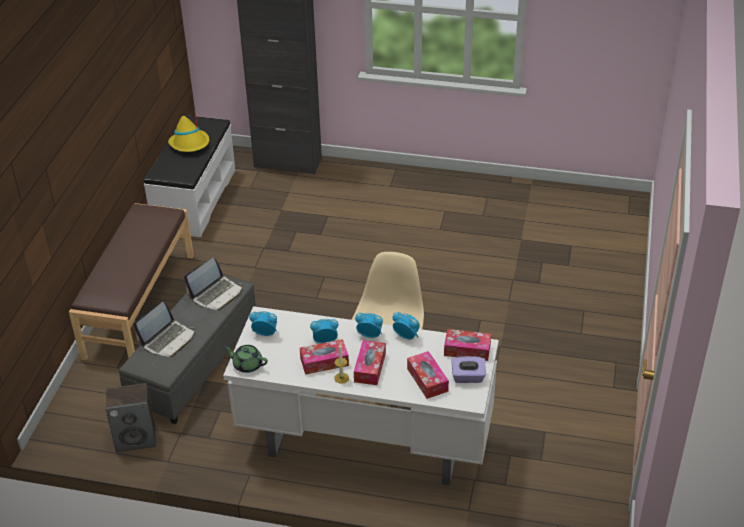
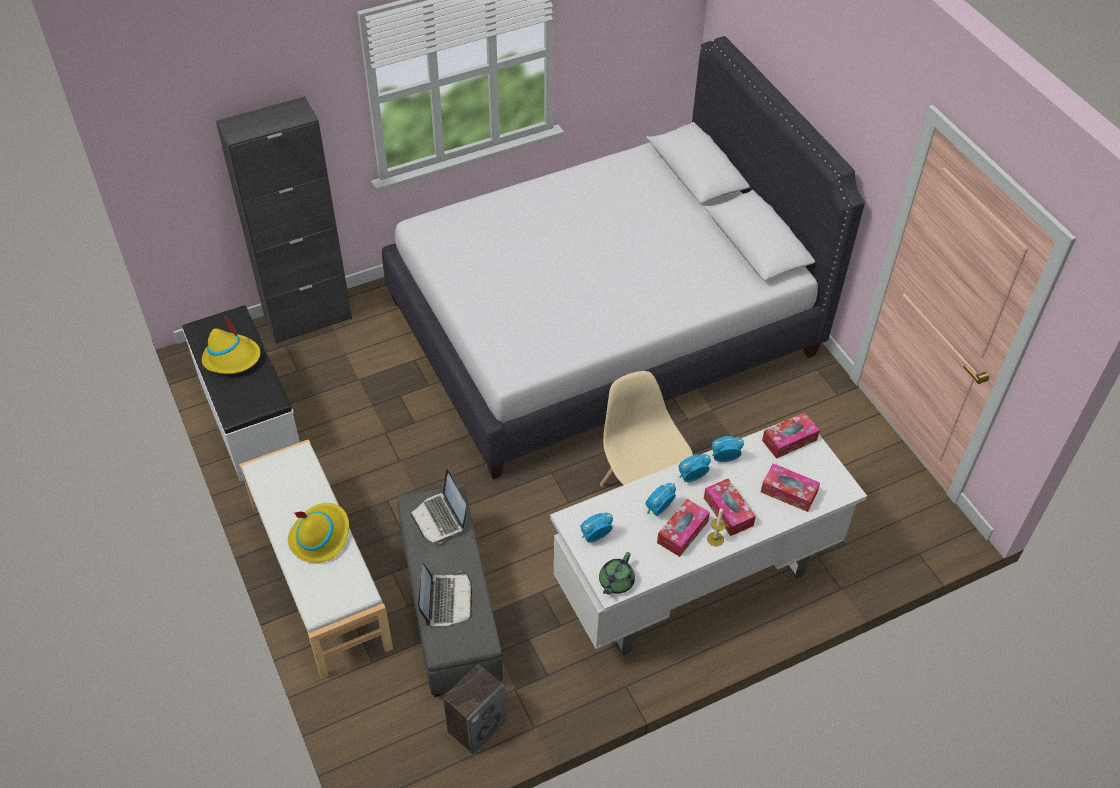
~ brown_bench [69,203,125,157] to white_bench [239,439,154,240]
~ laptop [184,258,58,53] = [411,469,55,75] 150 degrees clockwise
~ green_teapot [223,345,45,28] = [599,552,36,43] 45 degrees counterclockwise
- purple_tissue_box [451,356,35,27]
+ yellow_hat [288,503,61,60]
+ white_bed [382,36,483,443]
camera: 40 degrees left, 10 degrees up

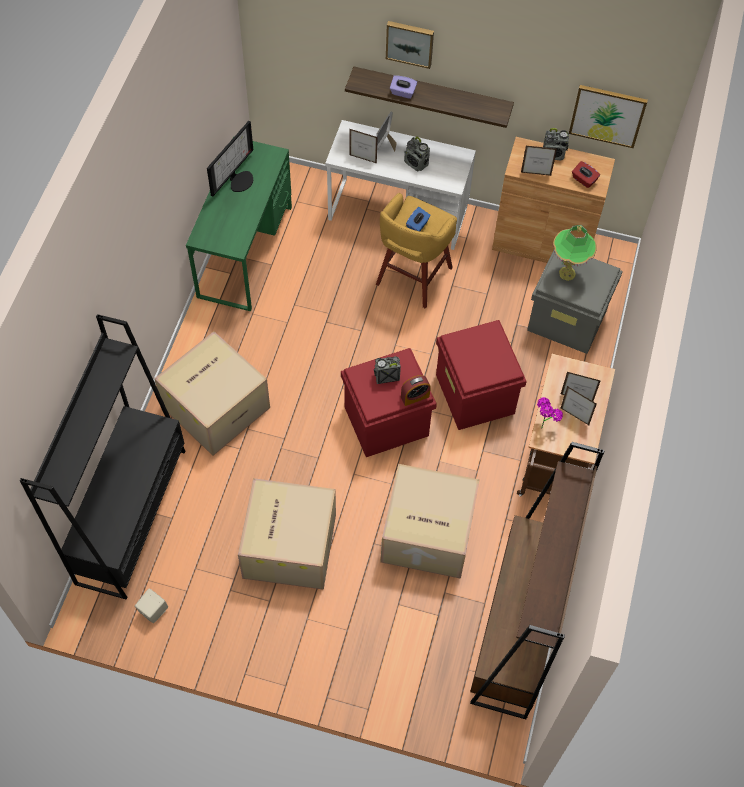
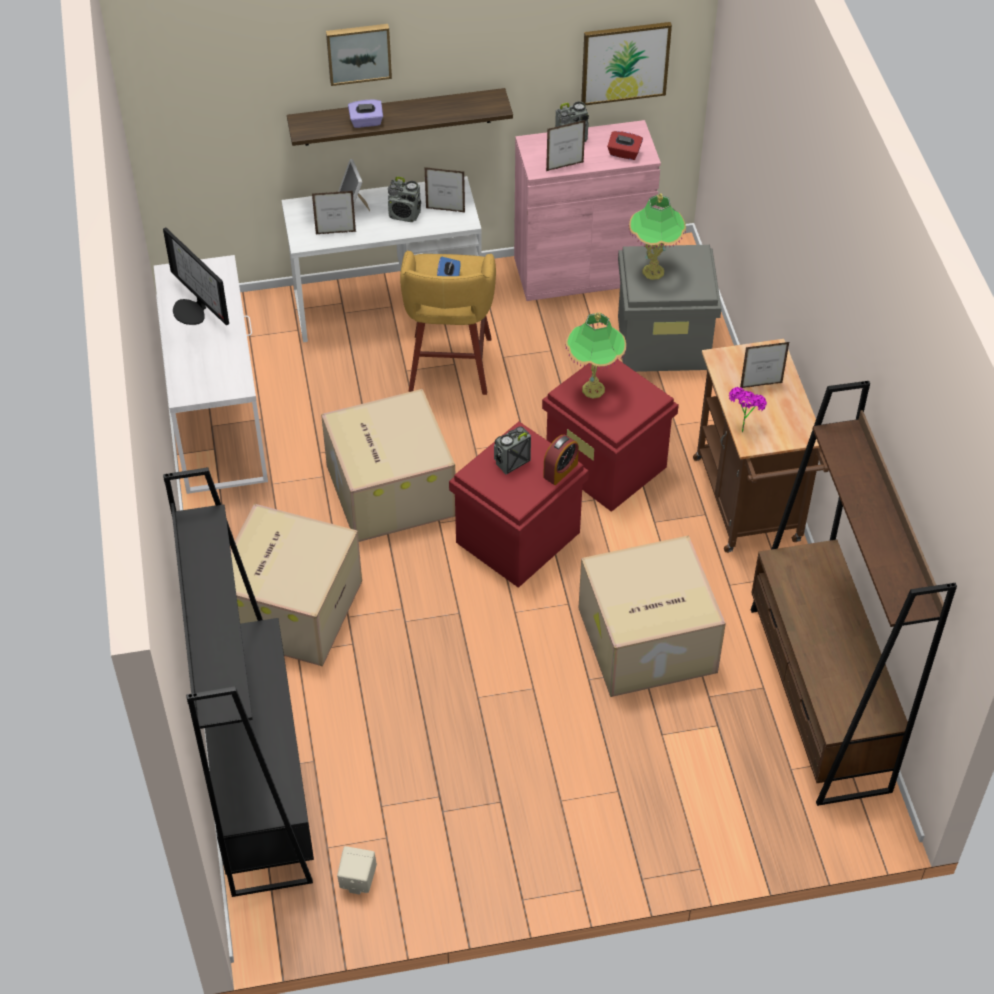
~ green_desk [186,136,106,175] to white_desk [154,255,114,239]
~ monitor [207,121,46,75] = [163,227,66,99] 135 degrees clockwise
~ cardboard_box [238,478,98,112] to [321,389,134,153]
~ brown_cabinet [492,137,123,126] to pink_cabinet [514,120,147,181]
~ picture_frame [561,386,36,39] to [425,167,40,46]
+ table_lamp [565,312,61,86]
camera: 25 degrees left, 10 degrees down

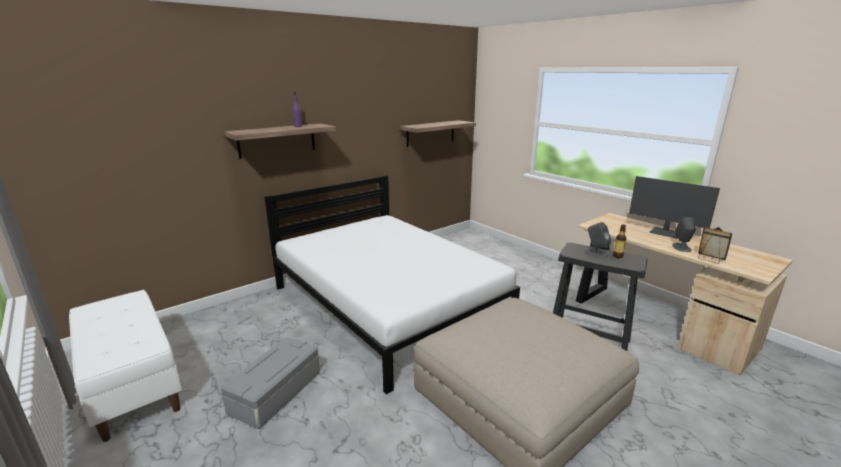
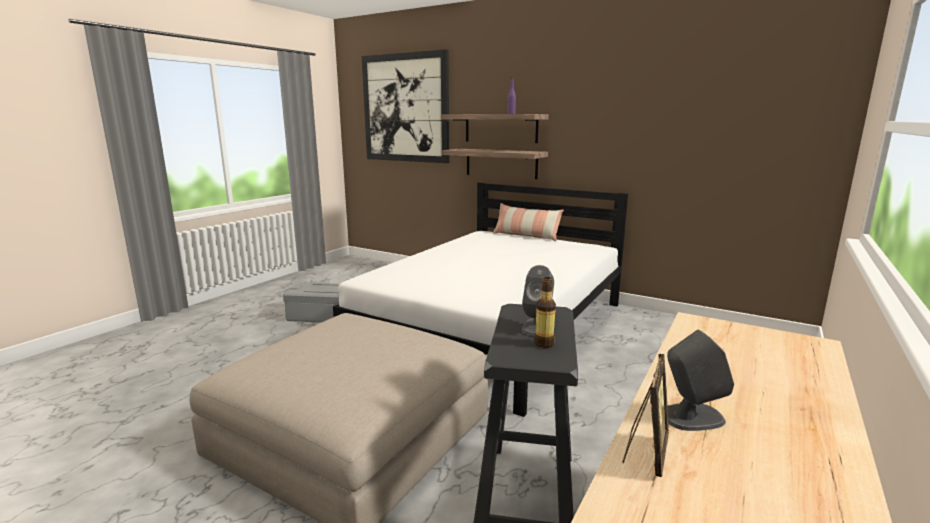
- white_bench [69,290,113,152]
~ shelf [400,120,76,27] to [442,149,106,30]
- monitor [629,176,91,63]
+ picture [362,49,87,114]
+ pillow [493,203,71,38]
camera: 70 degrees right, 5 degrees down

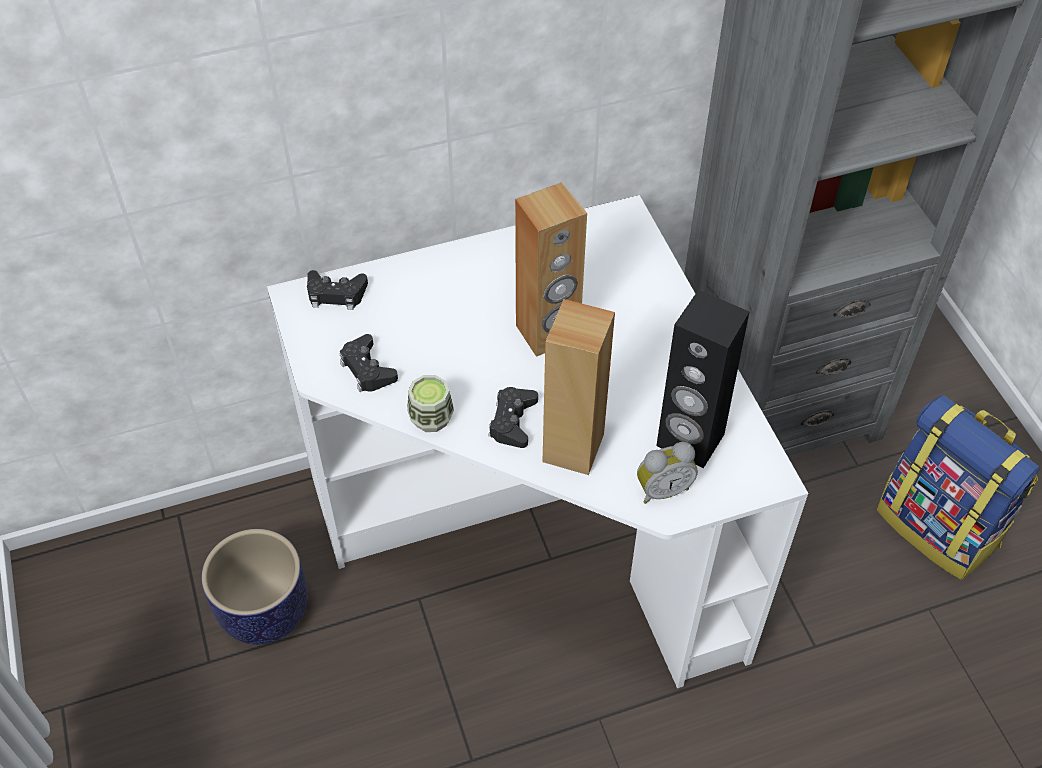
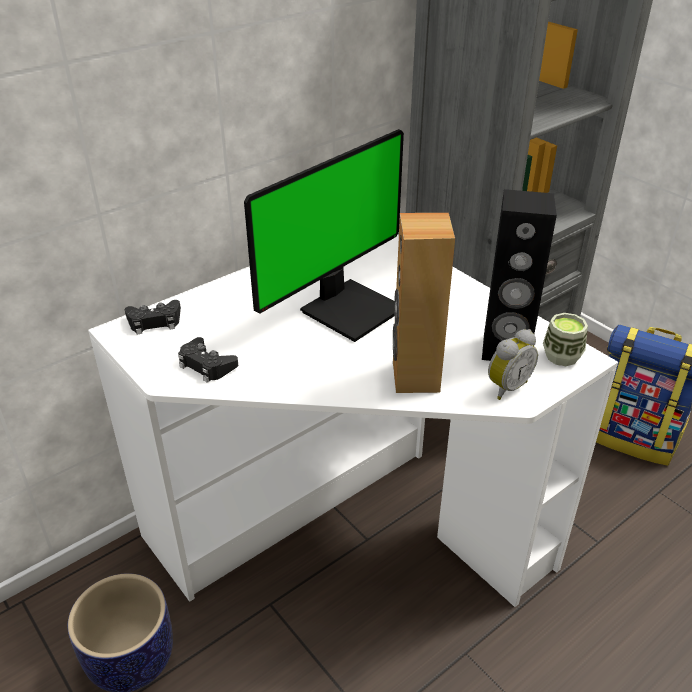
~ cup [407,375,47,57] to [543,313,45,53]
- black_game_controller [488,387,50,61]
~ brown_speaker [515,182,72,175] to monitor [244,129,160,213]
camera: 20 degrees left, 15 degrees down

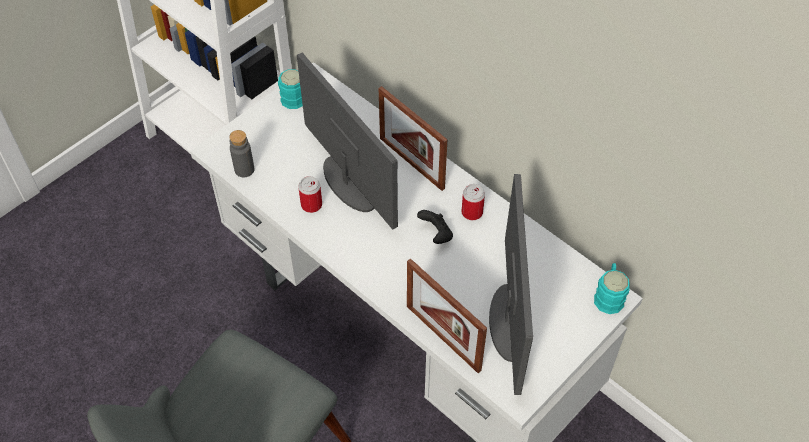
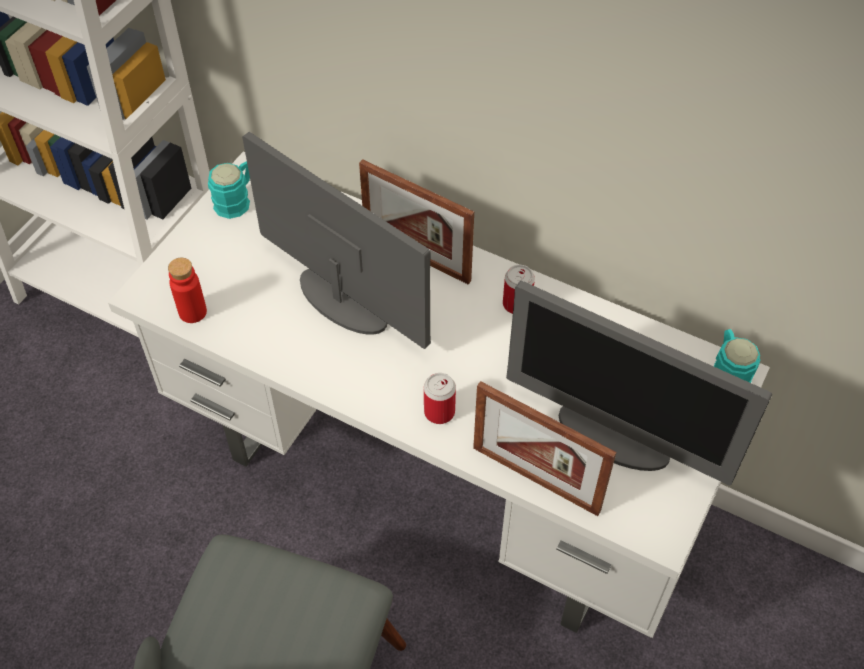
~ grey_bottle [229,130,25,47] to red_bottle [168,258,39,65]
~ can [298,176,24,37] to [424,373,32,51]
- black_game_controller [417,210,36,34]
~ monitor [489,174,44,221] = [506,281,266,204] 135 degrees clockwise
camera: 15 degrees left, 0 degrees up

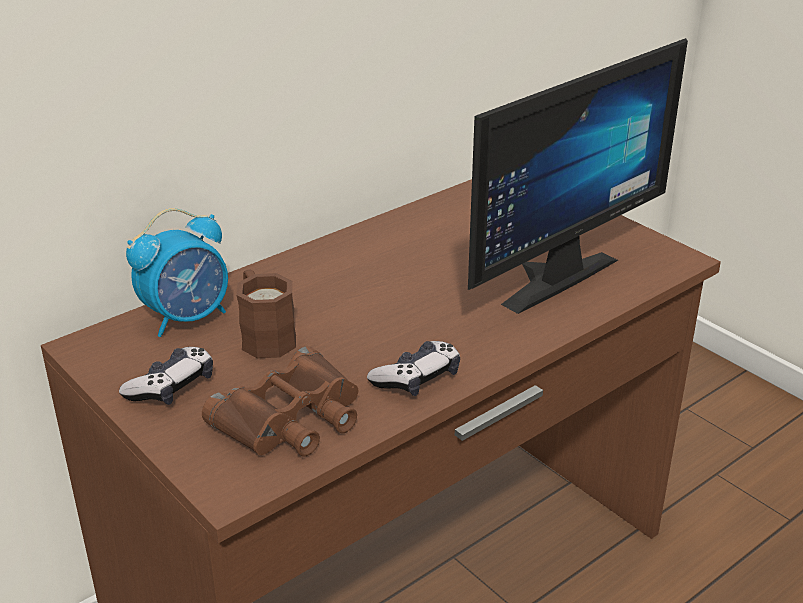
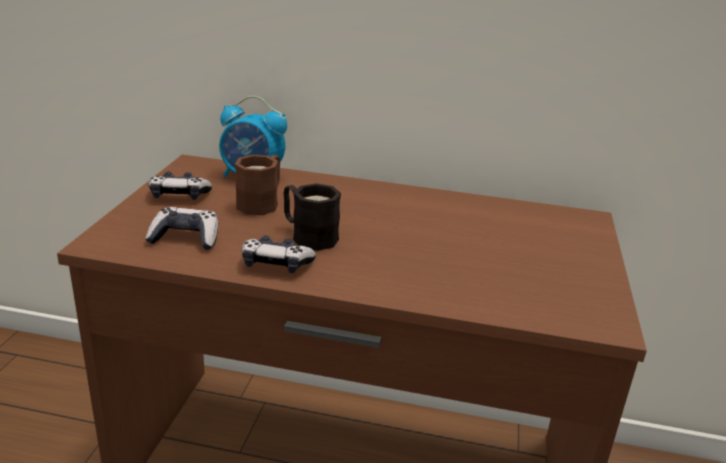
~ brown_binoculars [202,346,156,111] to game_controller [145,207,73,43]
- monitor [468,38,220,276]
+ black_mug [284,183,57,68]
camera: 50 degrees right, 5 degrees down

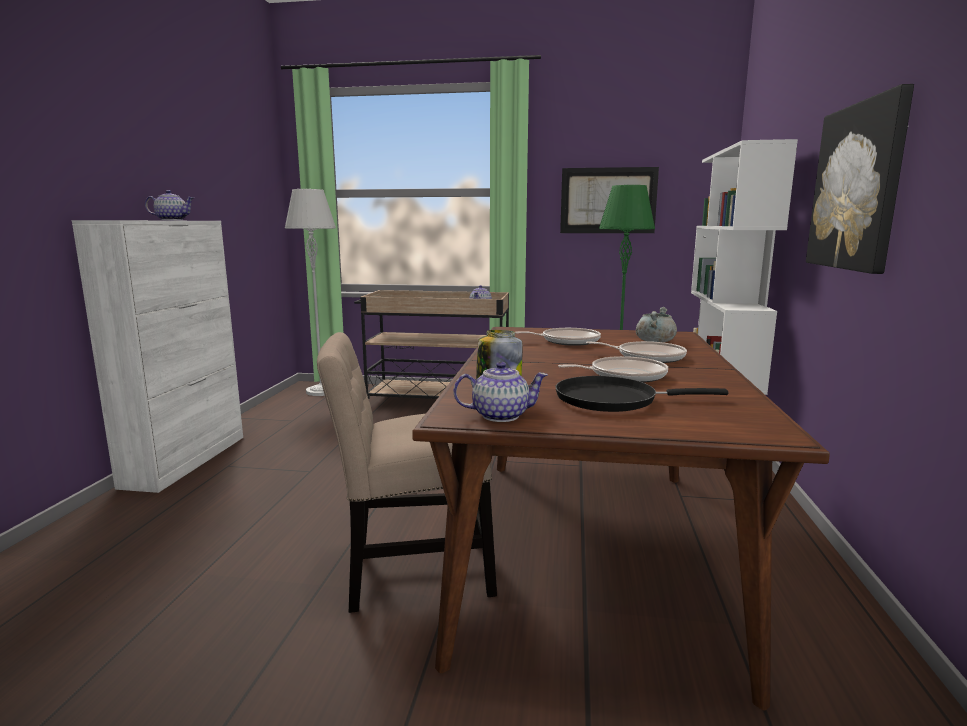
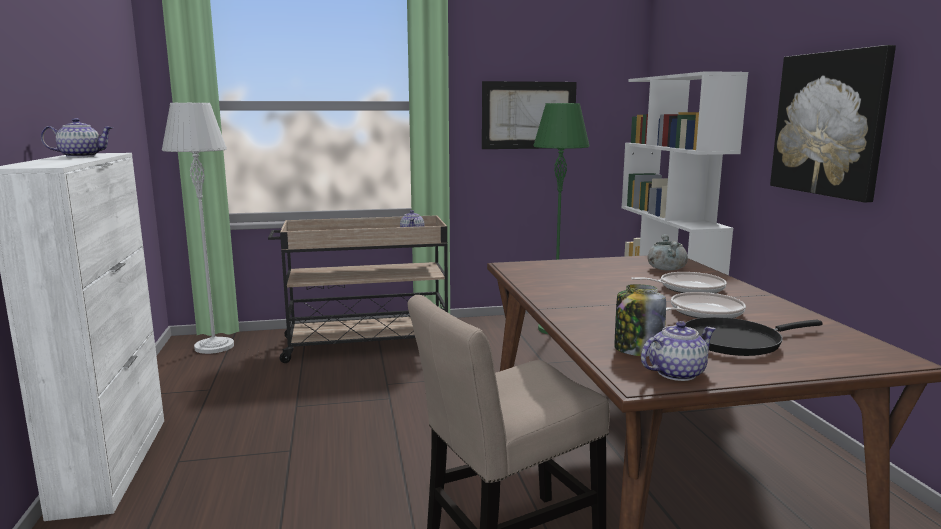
- frying_pan [515,328,86,18]
camera: 20 degrees left, 0 degrees up

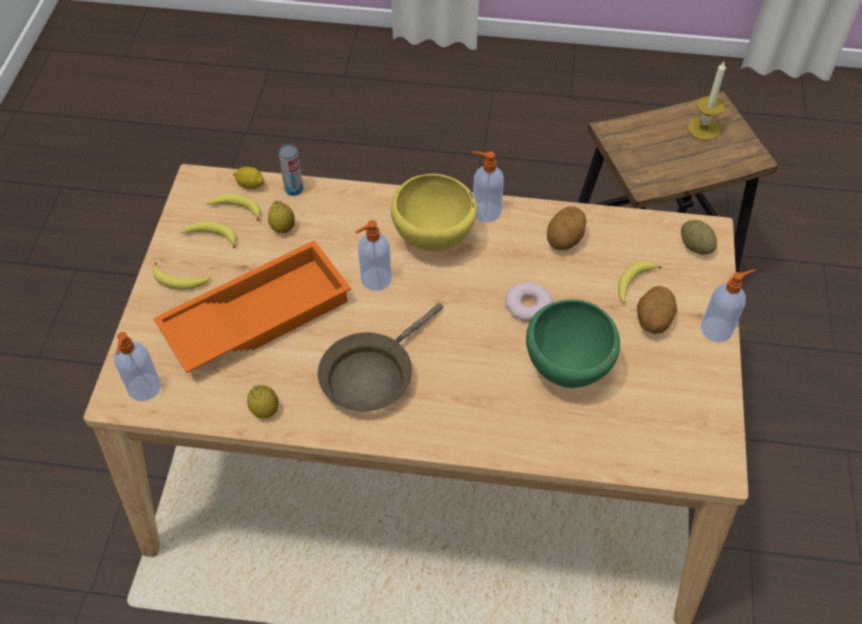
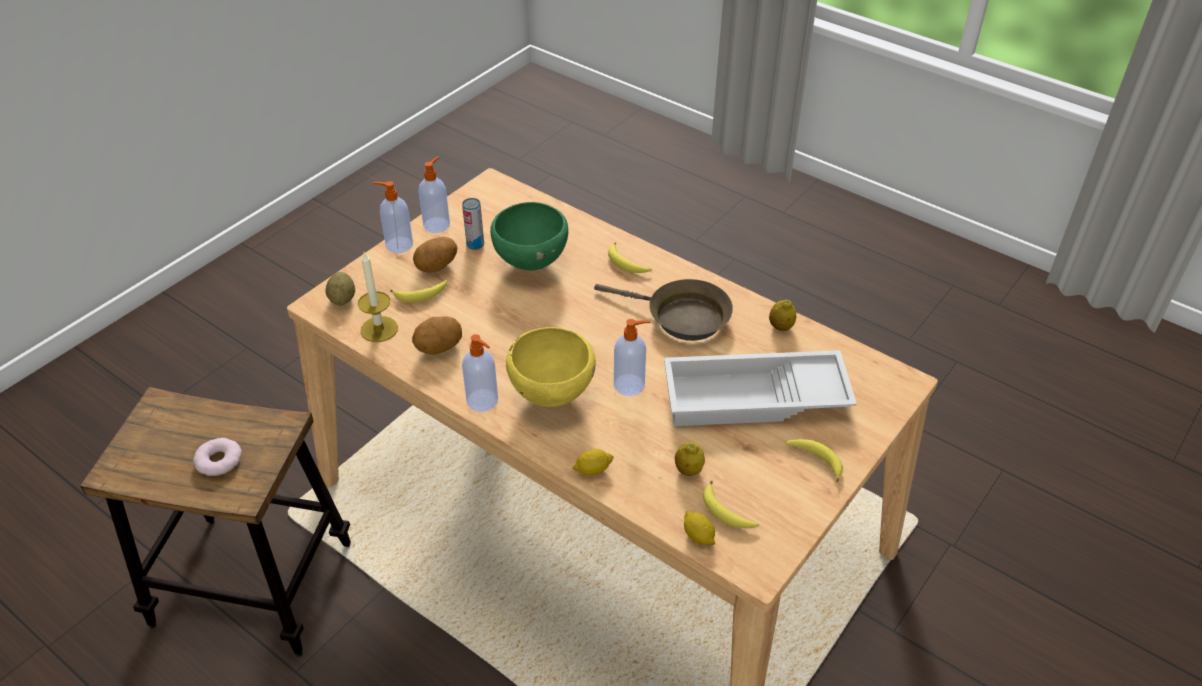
~ soap_dispenser [114,332,47,69] to [418,156,32,77]
~ orange_tray [153,240,198,133] to white_tray [664,350,193,76]
~ banana [181,221,56,27] to [608,242,44,31]
~ can [278,144,25,52] to [462,198,22,52]
~ brown_frying_pan [318,303,125,109] = [594,279,139,62] 45 degrees clockwise
~ donut [505,282,48,39] to [193,438,49,38]
~ candle [688,62,38,78] to [358,252,40,90]
+ lemon [573,449,41,27]
camera: 150 degrees left, 10 degrees down

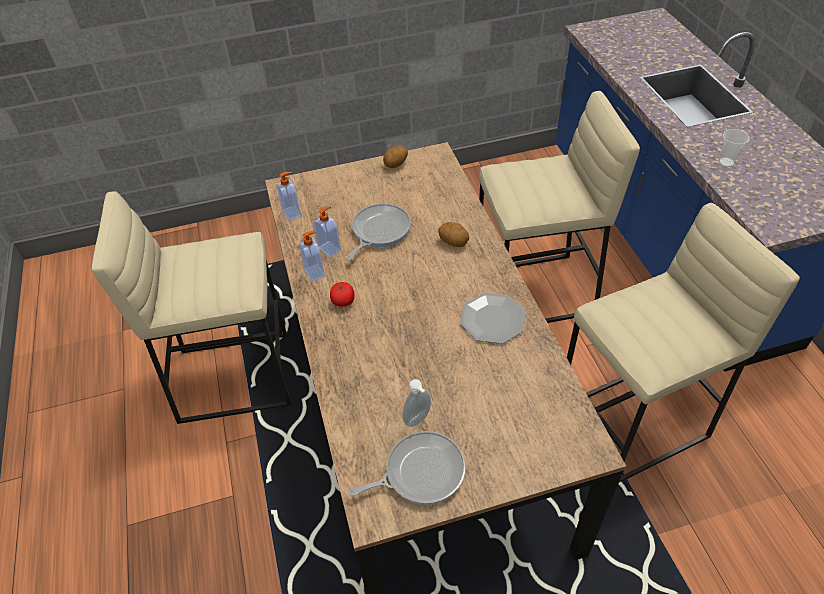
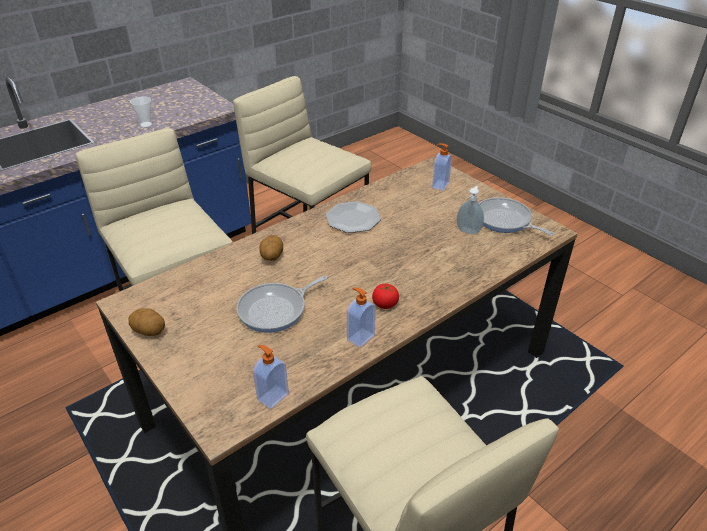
~ soap_dispenser [314,206,27,52] to [432,143,20,48]
~ frying_pan [346,203,65,57] = [237,276,91,57] 45 degrees counterclockwise
camera: 115 degrees left, 10 degrees down

